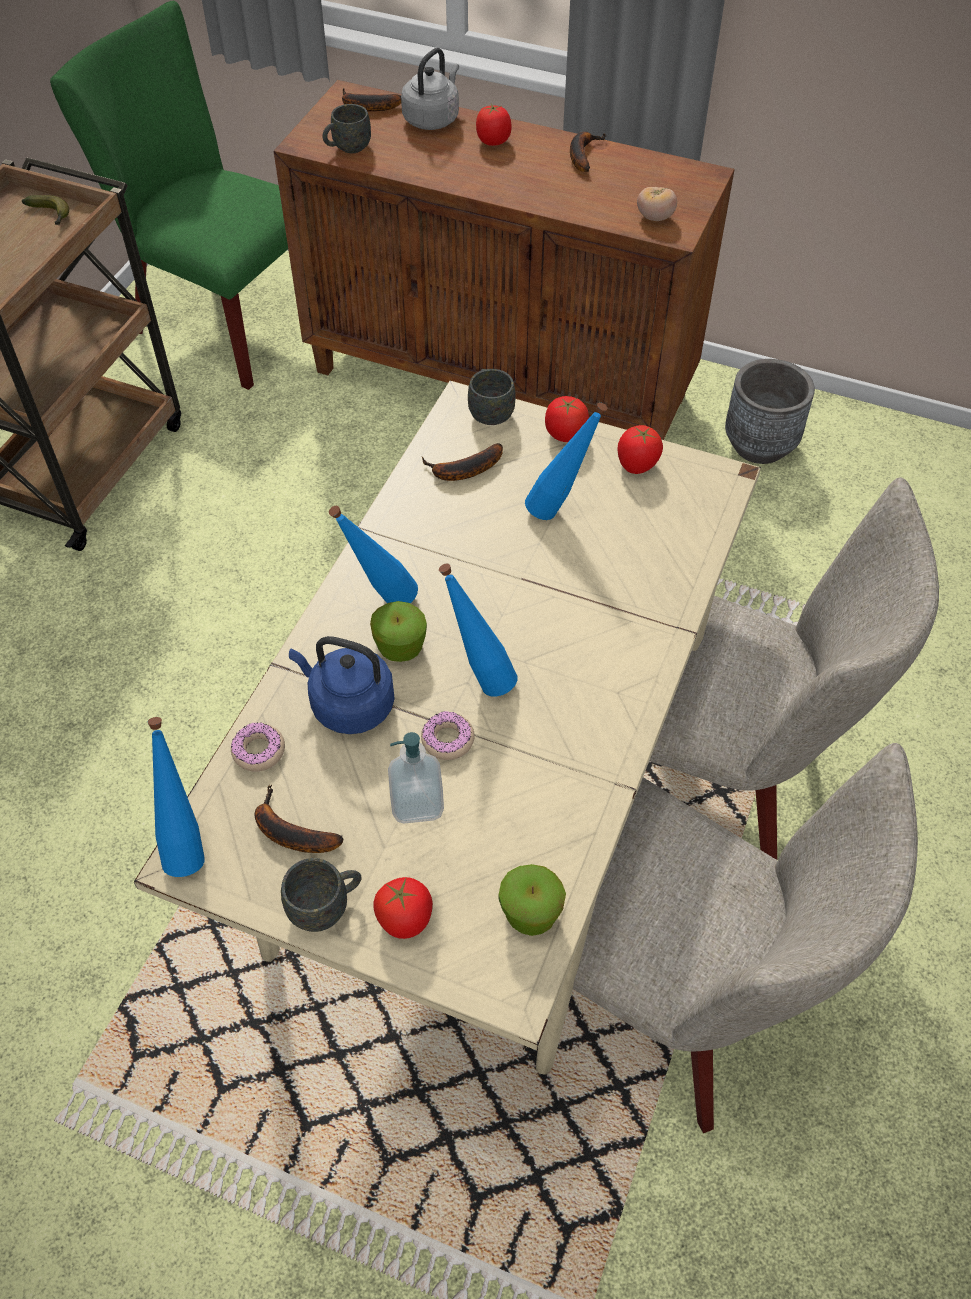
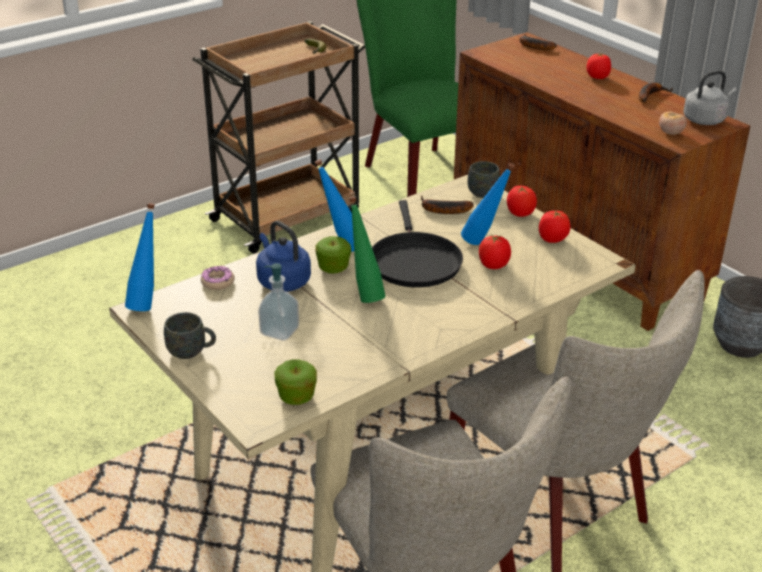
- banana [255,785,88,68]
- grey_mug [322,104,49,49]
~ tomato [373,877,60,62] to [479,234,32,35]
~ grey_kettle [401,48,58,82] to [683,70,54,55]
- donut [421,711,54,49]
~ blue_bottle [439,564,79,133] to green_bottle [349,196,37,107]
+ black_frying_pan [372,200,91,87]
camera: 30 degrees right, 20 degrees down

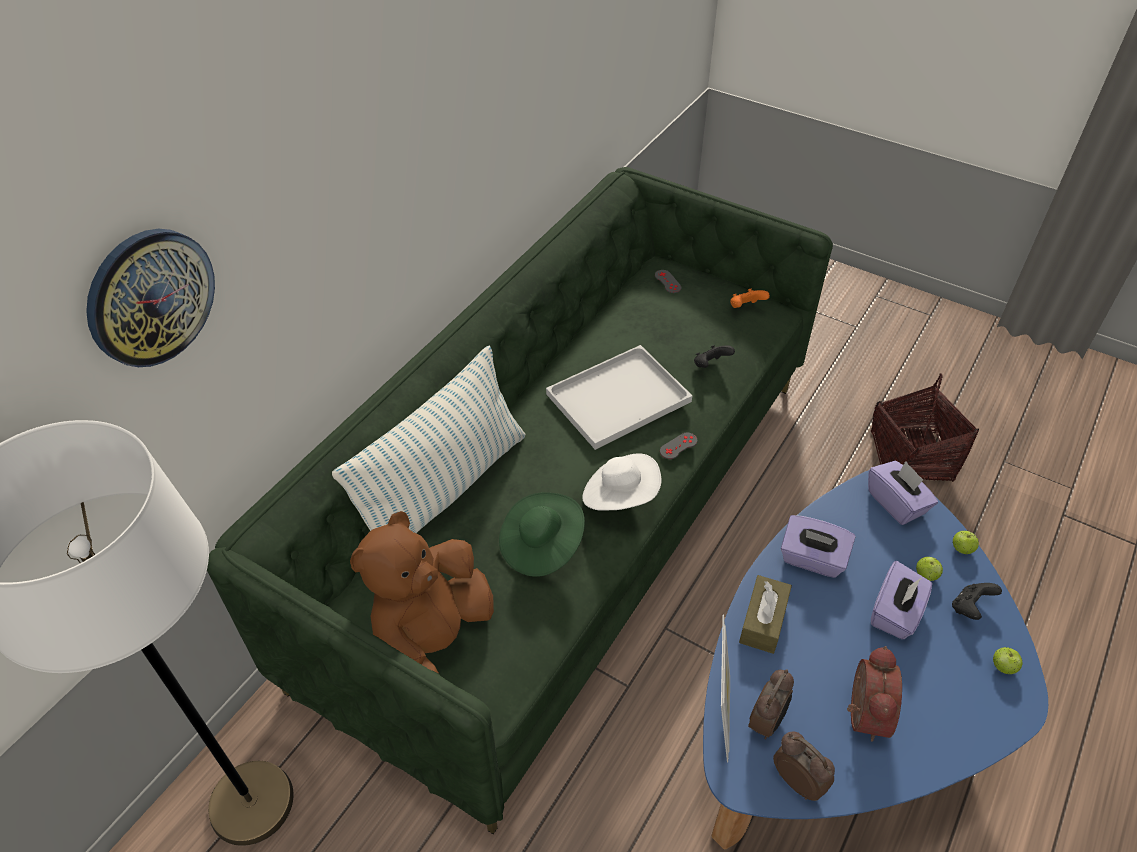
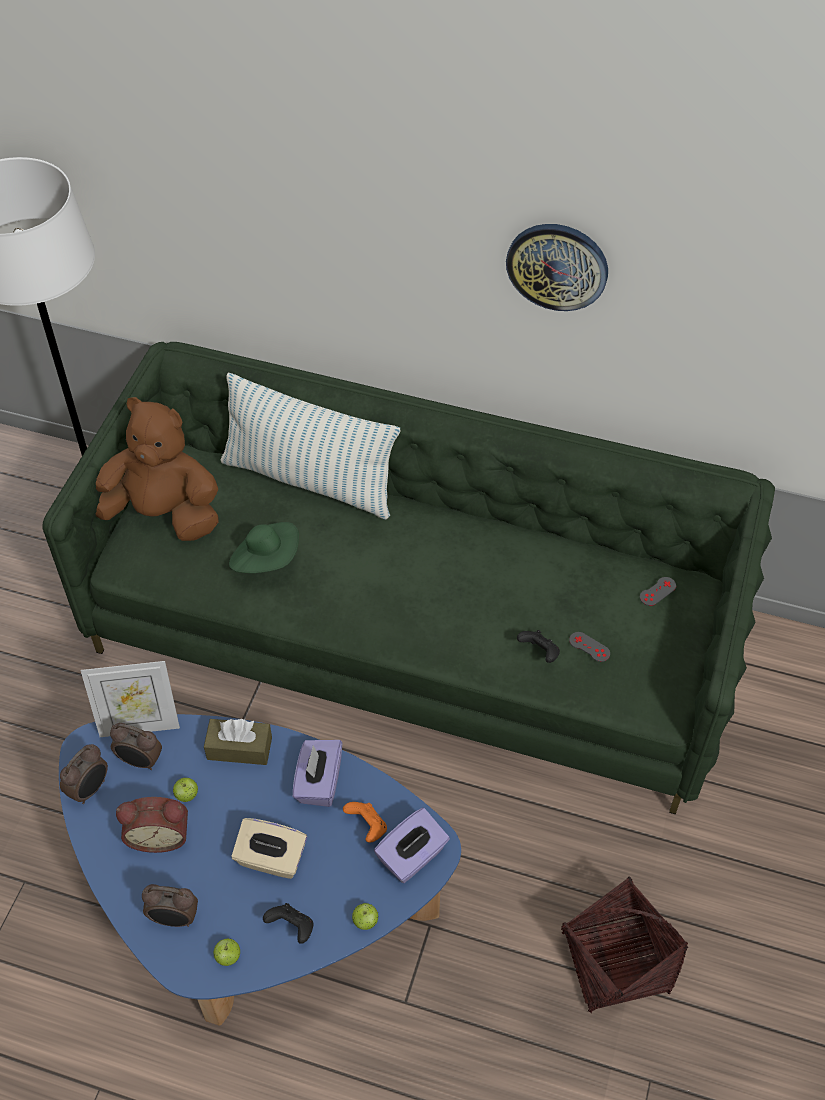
~ wall_clock [86,229,129,138] to [506,224,102,87]
- white_tray [546,345,146,105]
- white_hat [583,454,78,56]
~ grey_game_controller [660,433,37,26] to [569,632,41,30]
~ orange_game_controller [730,289,40,19] to [343,802,44,41]
~ purple_tissue_box [871,561,61,78] to beige_tissue_box [231,818,76,61]
~ apple [916,557,27,24] to [173,777,25,25]
+ alarm_clock [142,884,56,43]
camera: 75 degrees right, 5 degrees up

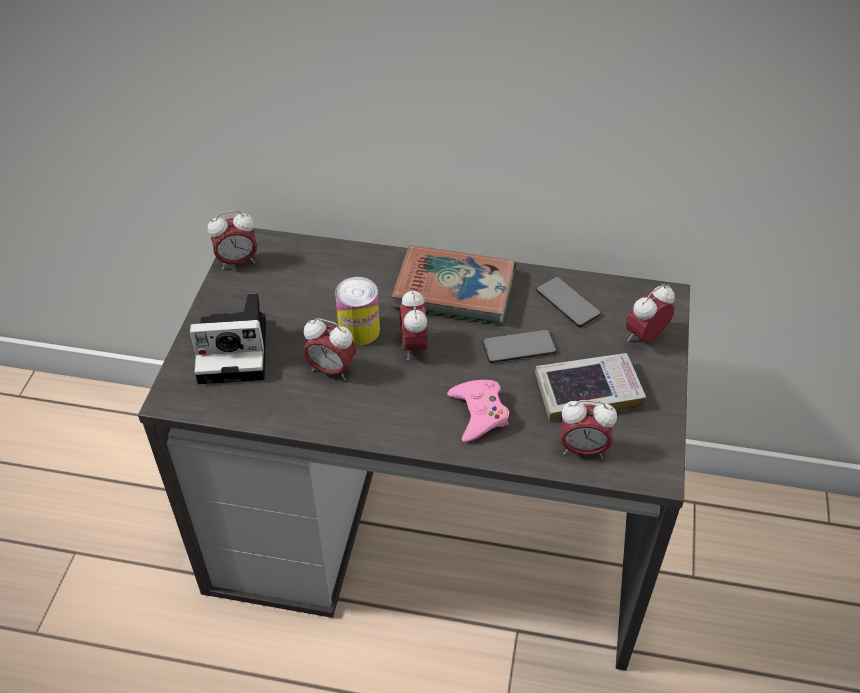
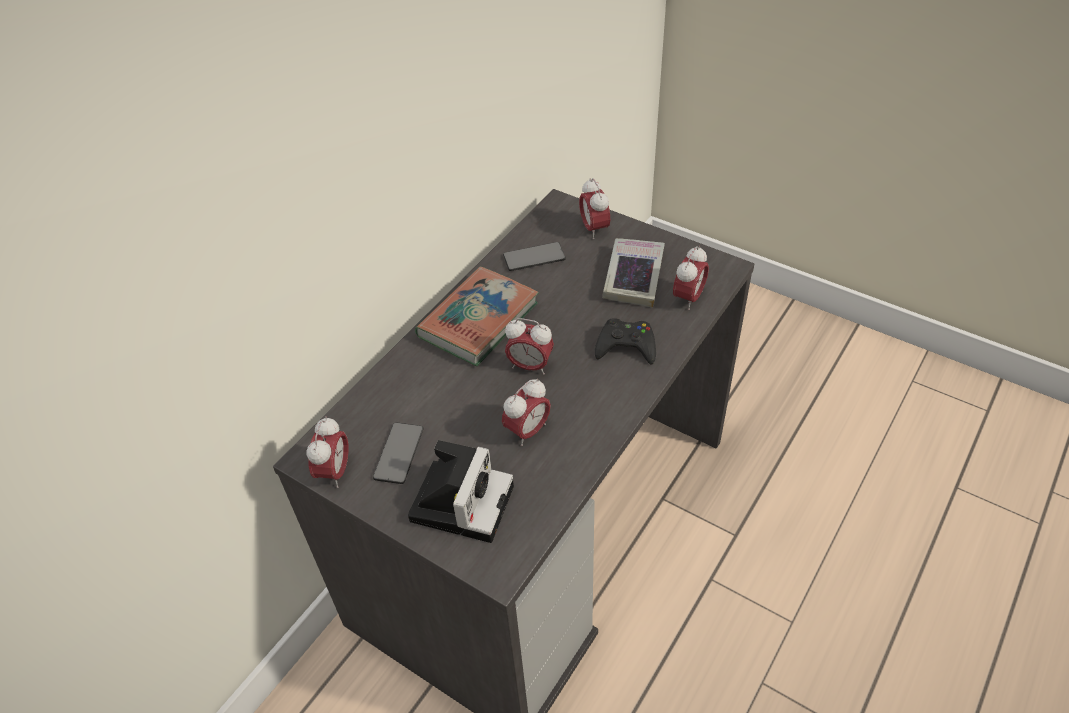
- can [335,277,45,69]
~ pink_game_controller [447,380,62,62] to black_game_controller [595,318,61,46]
~ phone [482,330,75,33] to [373,422,51,62]
camera: 65 degrees left, 0 degrees up

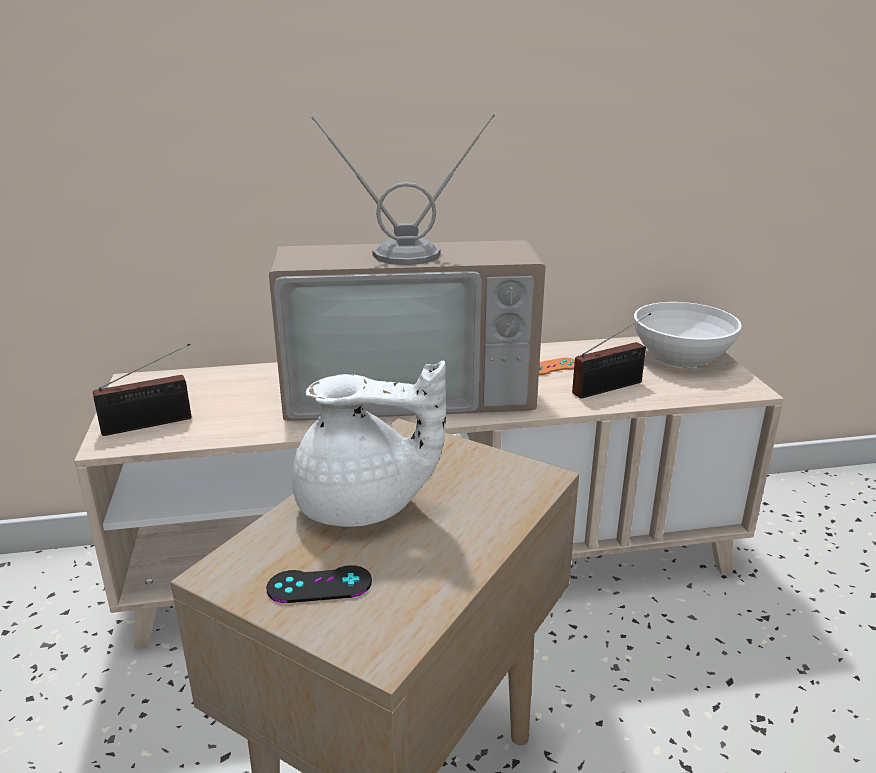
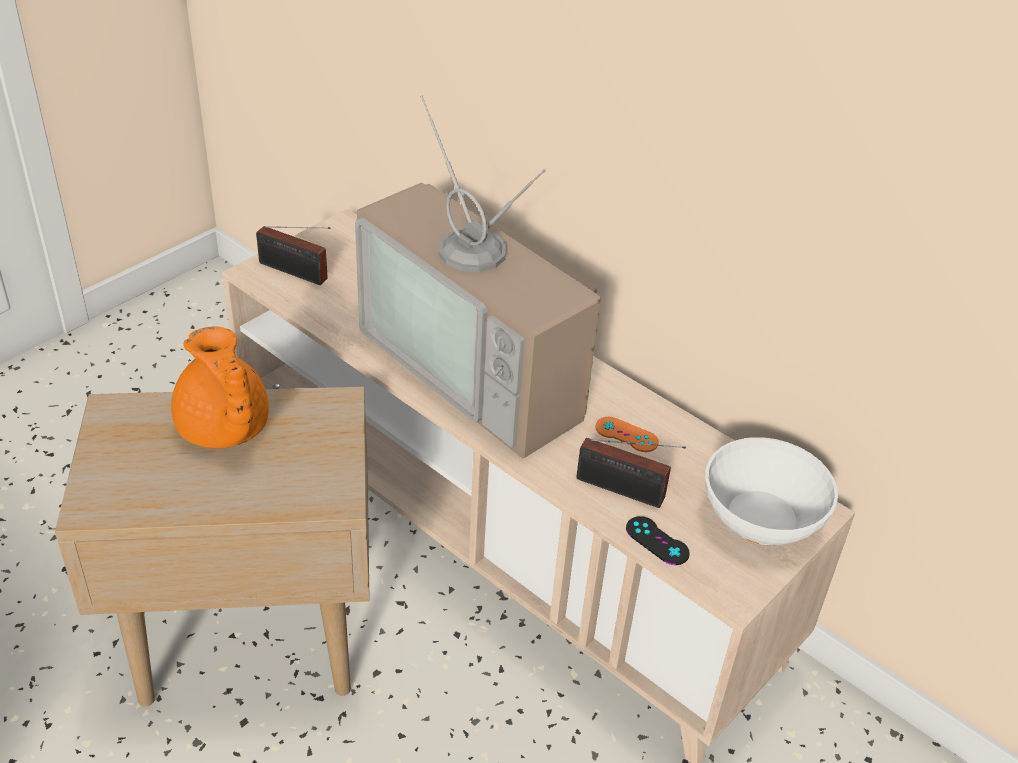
~ black_game_controller [266,565,106,38] to [626,516,64,49]
~ white_teapot [292,361,154,166] to orange_teapot [171,327,98,121]
camera: 50 degrees right, 15 degrees up

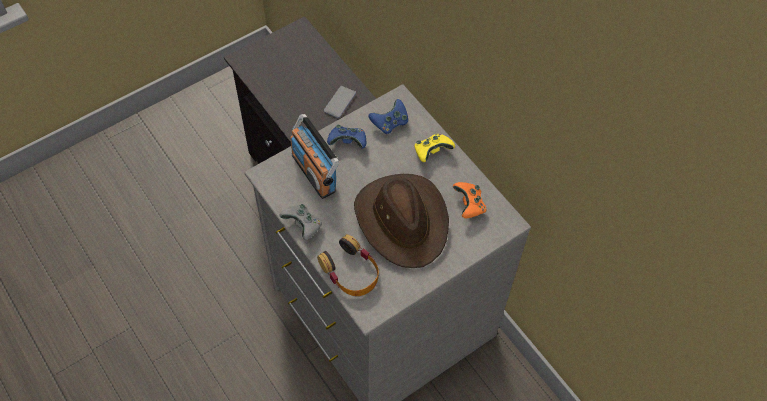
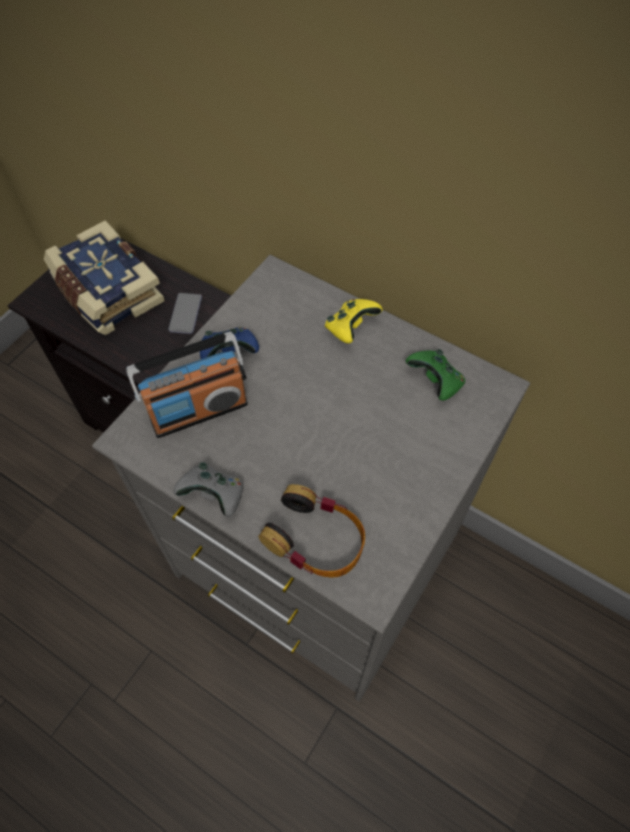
~ radio [290,114,49,85] = [126,331,122,107] 60 degrees counterclockwise
- brown_hat [354,174,95,94]
- blue_game_controller [369,99,39,35]
~ orange_game_controller [453,182,33,36] to green_game_controller [406,349,59,52]
+ book [44,220,121,115]
camera: 20 degrees left, 0 degrees up

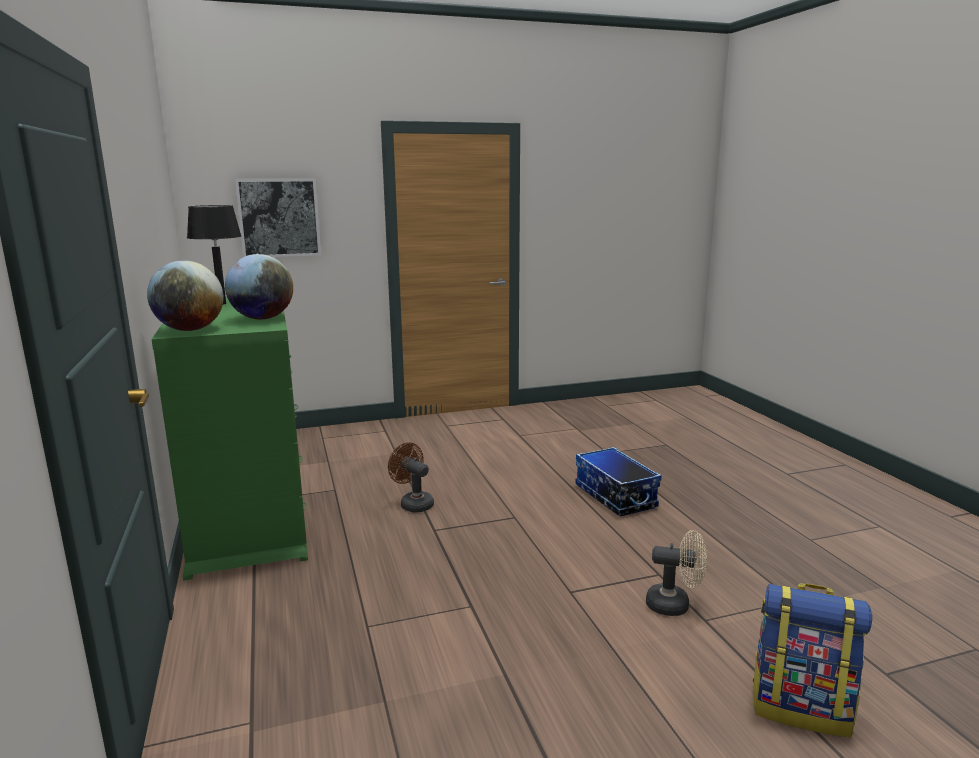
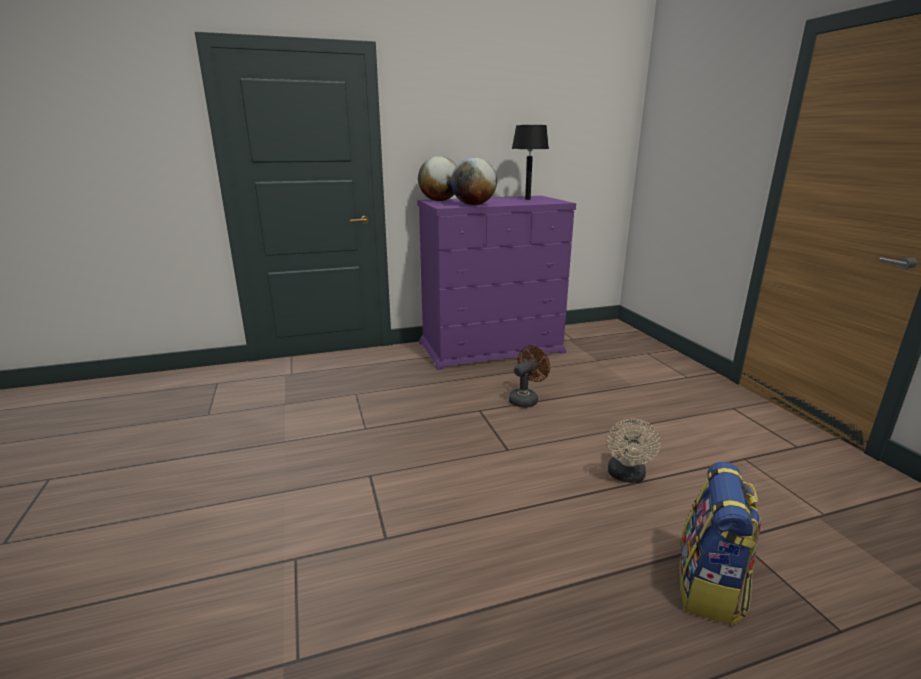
~ green_dresser [151,297,157,284] to purple_dresser [417,196,159,174]
- picture [235,178,86,79]
- storage_box [575,447,87,69]
~ beige_fan [646,530,61,86] to [607,419,54,64]
~ backpack [752,584,120,153] to [679,462,82,163]
camera: 90 degrees right, 5 degrees up

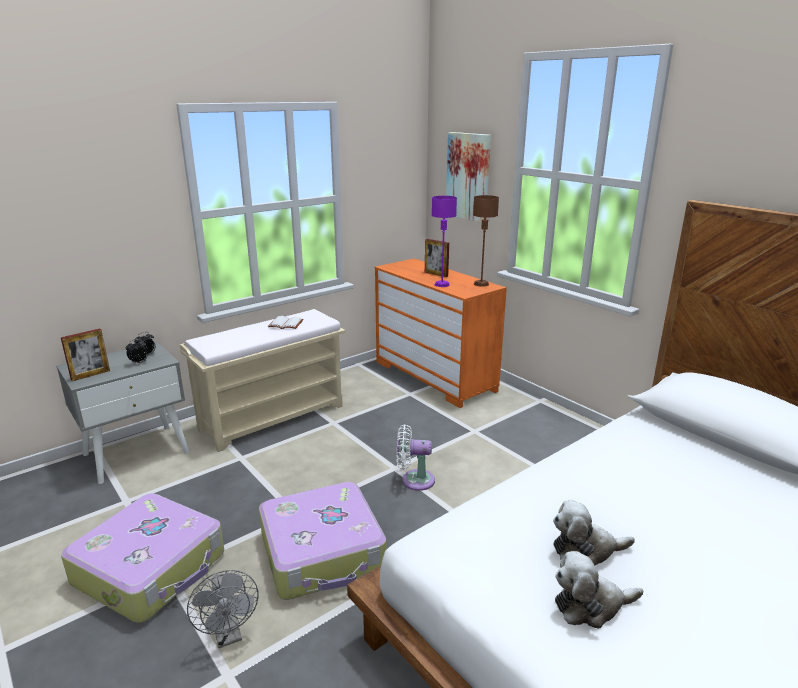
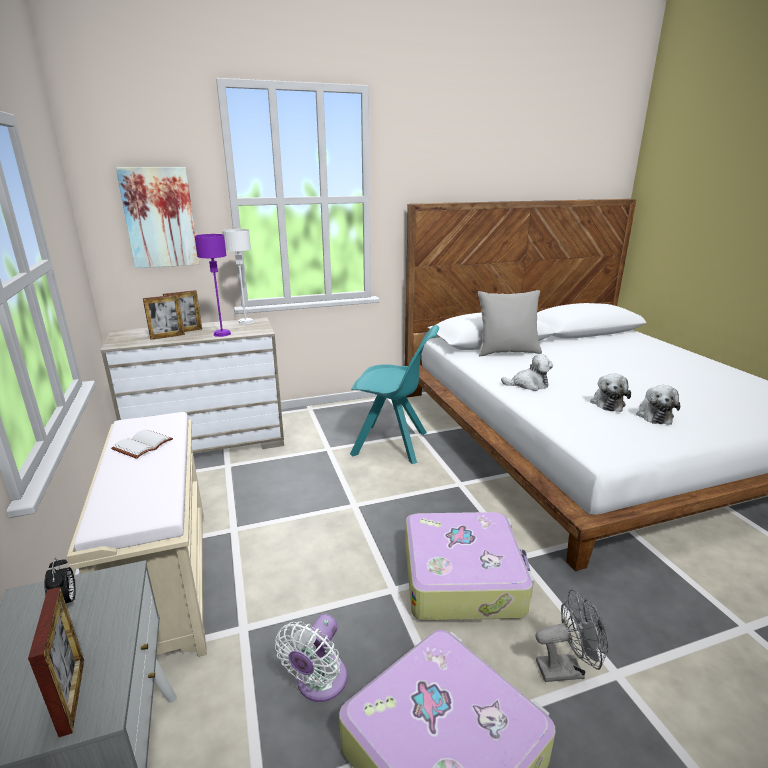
- alarm_clock [126,339,21,25]
~ orange_dresser [375,258,132,150] to beige_dresser [100,317,184,137]
~ white_fan [397,424,38,67] to [275,614,72,88]
~ brown_table_lamp [473,195,26,92] to white_table_lamp [222,229,32,96]
+ picture_frame [143,295,42,45]
+ turquoise_chair [350,325,89,139]
+ grey_pillow [478,290,64,66]
+ plush_toy [501,354,52,37]
camera: 70 degrees left, 0 degrees up

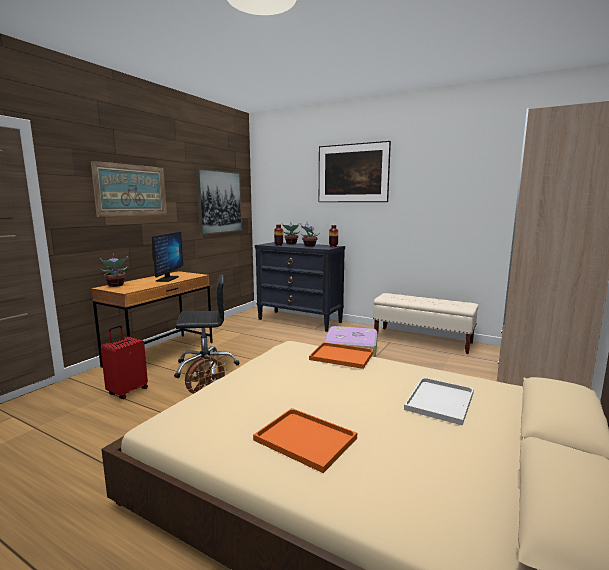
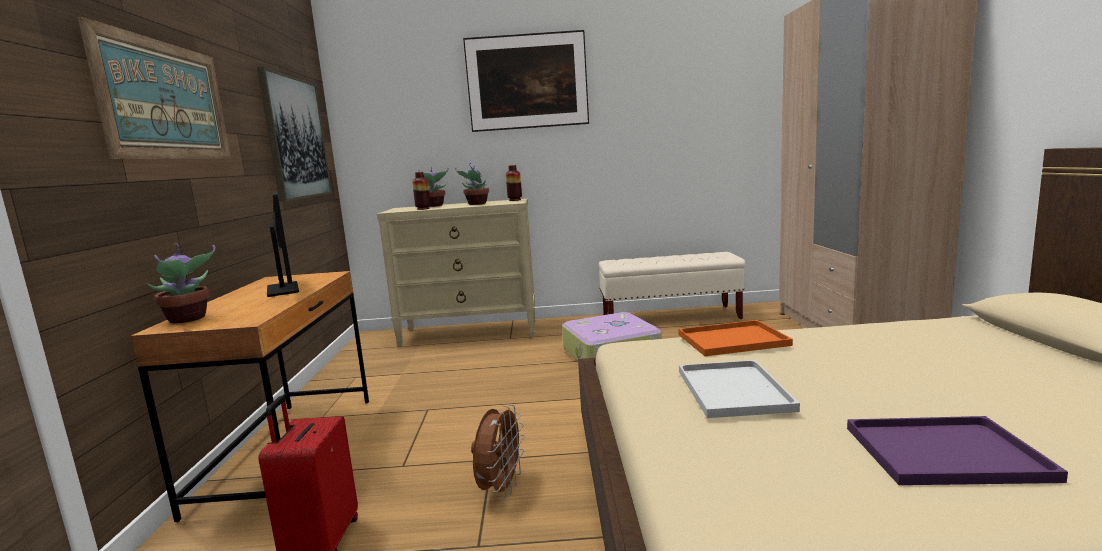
- black_office_chair [174,274,65,106]
~ orange_tray [253,408,104,65] to purple_tray [847,416,221,69]
~ black_dresser [255,242,90,90] to beige_dresser [377,199,159,148]
~ white_tray [404,377,70,49] to [679,360,121,58]
camera: 30 degrees left, 0 degrees up

